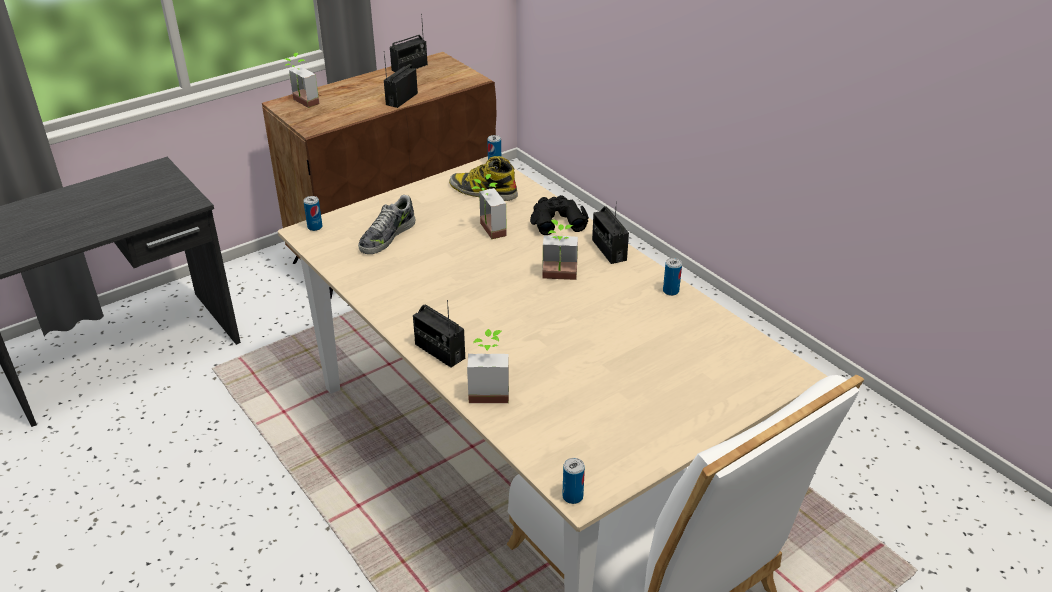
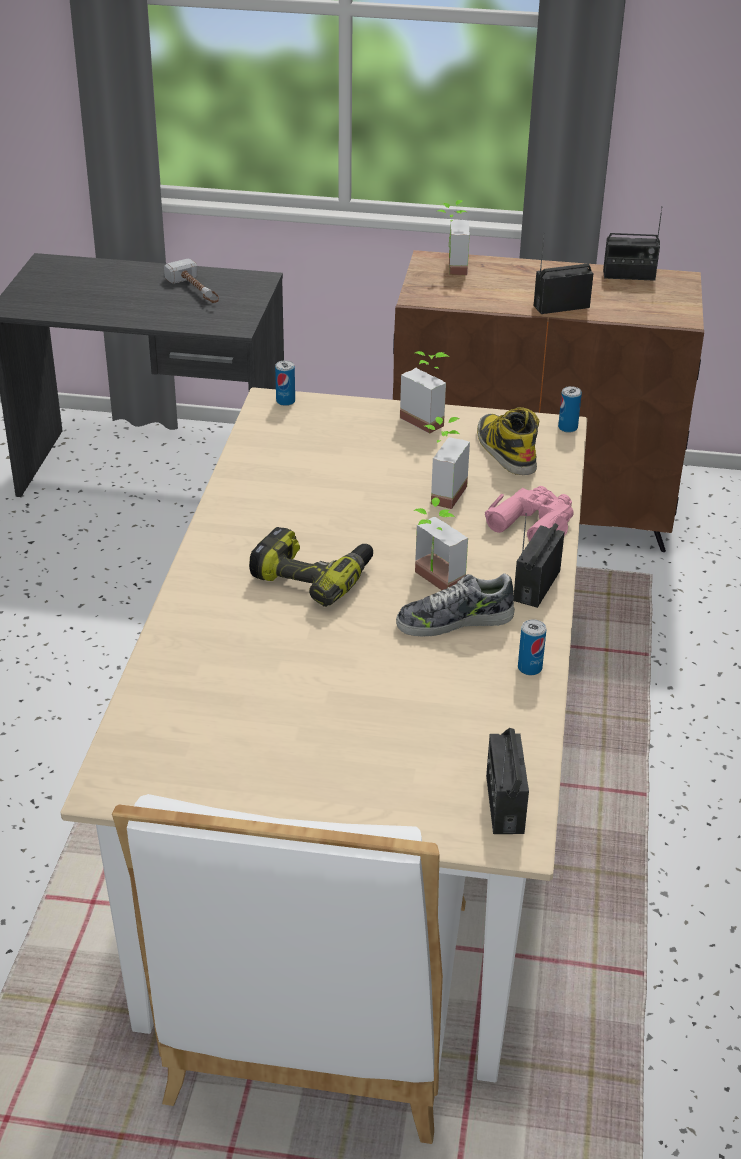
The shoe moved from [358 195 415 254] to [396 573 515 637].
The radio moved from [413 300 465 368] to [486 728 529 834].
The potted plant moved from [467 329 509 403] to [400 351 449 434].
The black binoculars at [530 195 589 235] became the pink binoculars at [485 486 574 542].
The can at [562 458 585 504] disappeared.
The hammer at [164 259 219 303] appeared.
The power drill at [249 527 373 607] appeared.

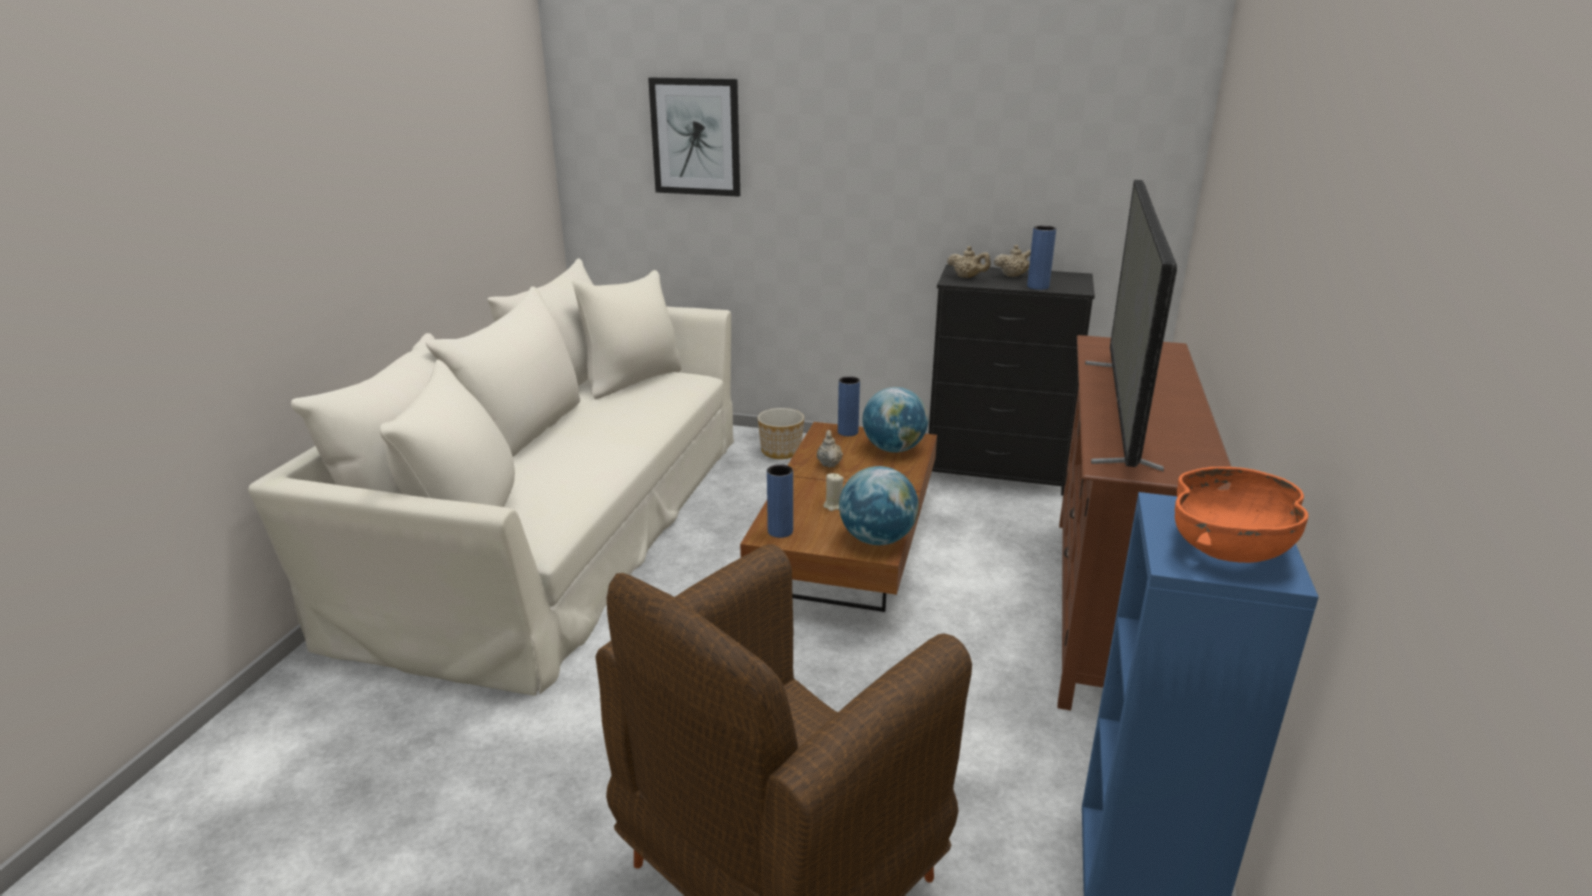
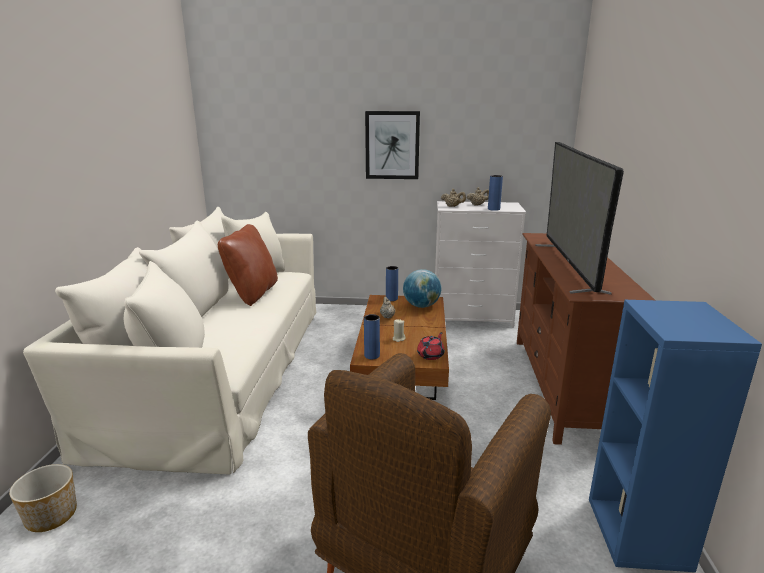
The picture moved from [648 78 740 197] to [365 111 420 179].
The planter moved from [758 408 804 459] to [9 464 77 532].
The globe at [839 466 919 545] was replaced by the red teapot at [417 332 445 360].
The black dresser at [928 264 1095 496] became the white dresser at [435 201 526 328].
The orange bowl at [1175 467 1308 563] disappeared.
The brown pillow at [218 224 278 306] appeared.

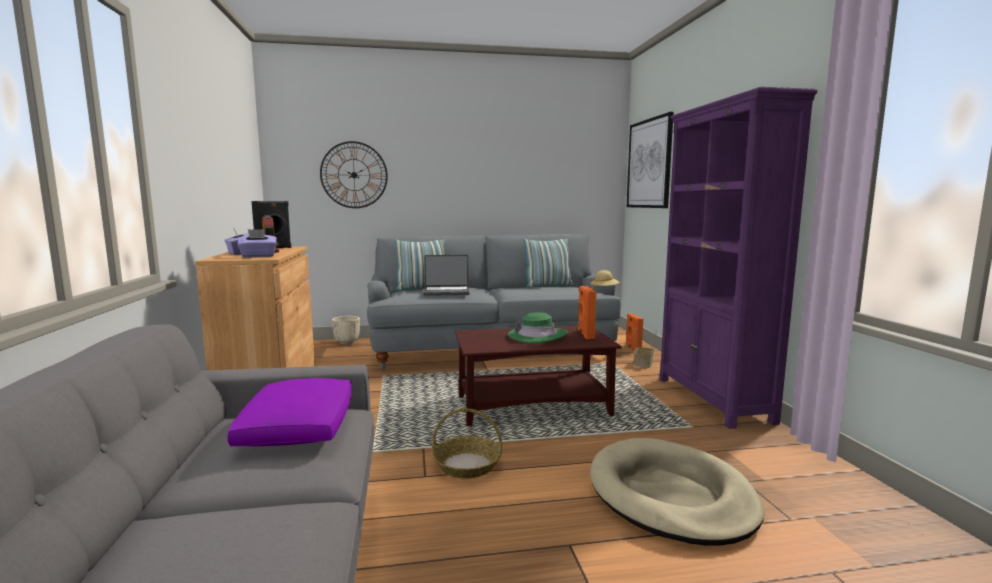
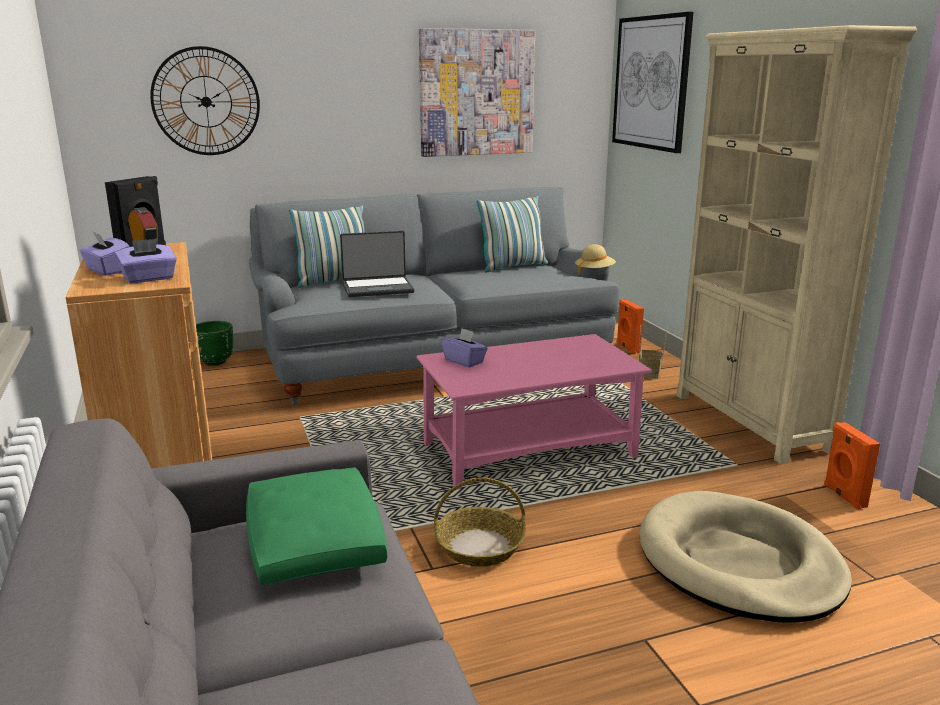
The purple pillow at [227 378 352 446] became the green pillow at [246 467 387 585].
The beige planter at [332 316 360 344] became the green planter at [196 321 233 366].
The brown coffee table at [455 326 622 426] became the pink coffee table at [417 334 652 490].
The green hat at [508 312 568 343] disappeared.
The orange speaker moved from [578 286 596 339] to [824 422 880 510].
The purple bookcase at [659 87 817 429] became the beige bookcase at [677 25 917 464].
The picture at [419 28 535 157] appeared.
The purple tissue box at [441 328 488 368] appeared.

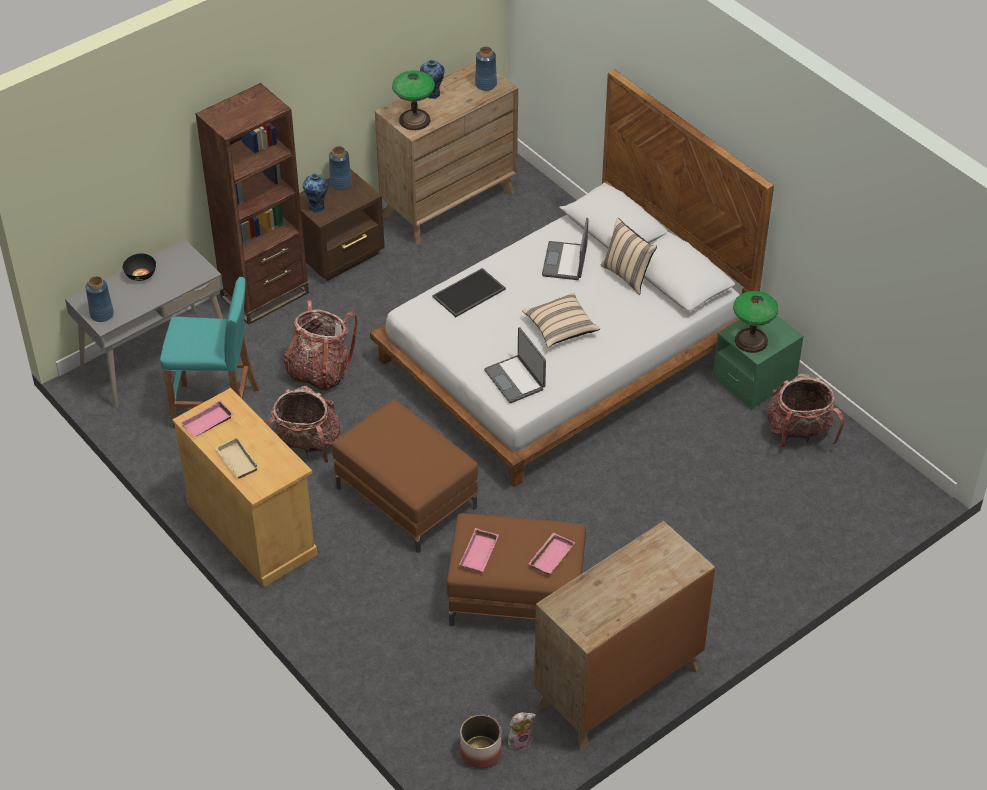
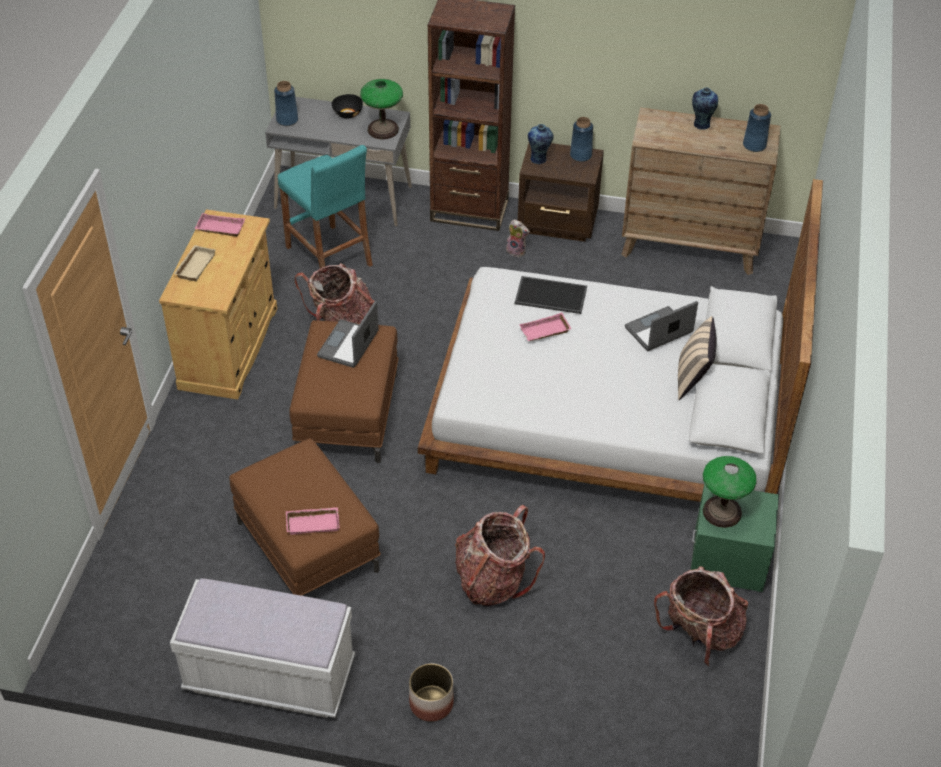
The backpack moved from [284 300 358 391] to [455 505 545 606].
The table lamp moved from [392 70 435 130] to [360 79 403 139].
The pink tray moved from [459 528 499 572] to [519 312 571 341].
The planter moved from [460 715 502 769] to [409 663 454 722].
The laptop moved from [484 327 546 403] to [317 301 379 368].
The plush toy moved from [508 712 536 750] to [506 219 530 257].
The beige pillow at [522 293 600 348] disappeared.
The brown dresser at [534 521 715 750] was replaced by the white bench at [170 578 355 718].

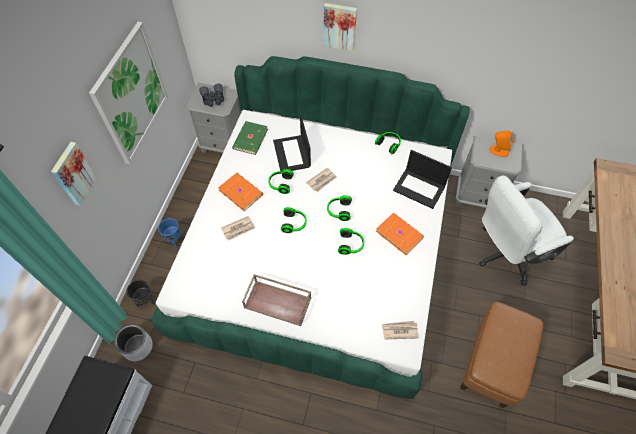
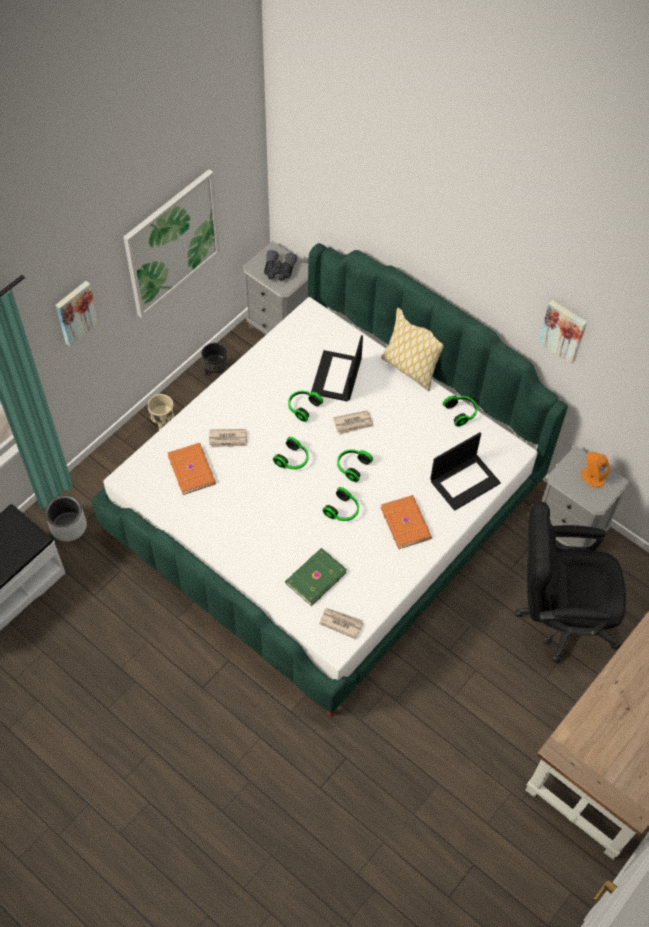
The black planter moved from [127 280 154 307] to [202 343 227 376].
The blue planter at [158 218 182 248] became the beige planter at [147 394 174 430].
The orange book moved from [218 173 263 211] to [168 443 216 495].
The green book moved from [232 121 268 155] to [285 548 347 606].
The brown tray at [242 274 312 326] disappeared.
The picture moved from [323 3 357 51] to [538 300 587 364].
The laptop at [393 150 452 209] turned 90 degrees counterclockwise.
The brown ottoman at [460 302 543 408] disappeared.
The white office chair at [479 175 574 286] became the black office chair at [515 502 626 663].
The pillow at [381 307 444 391] appeared.

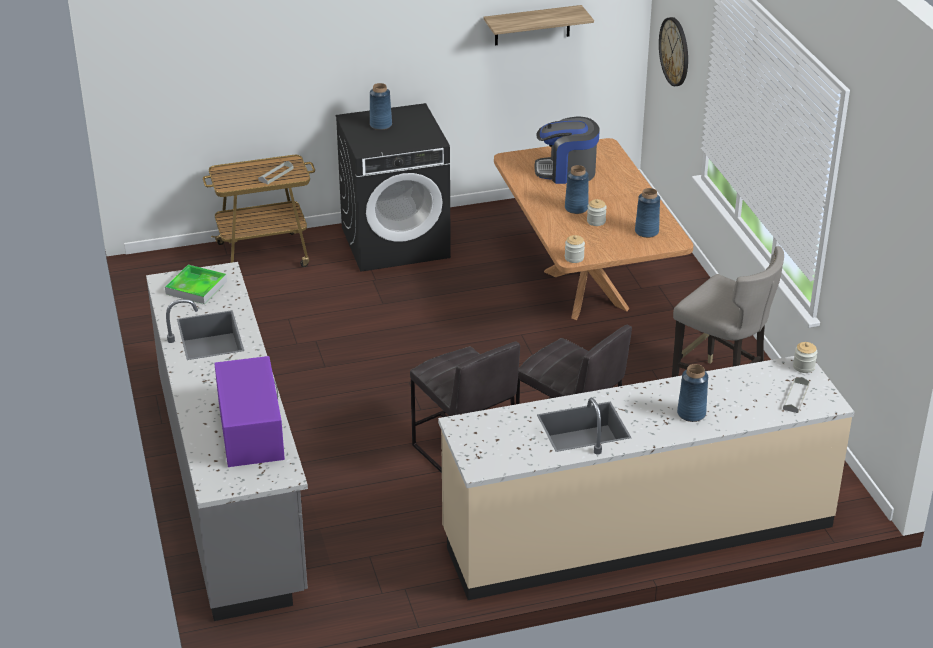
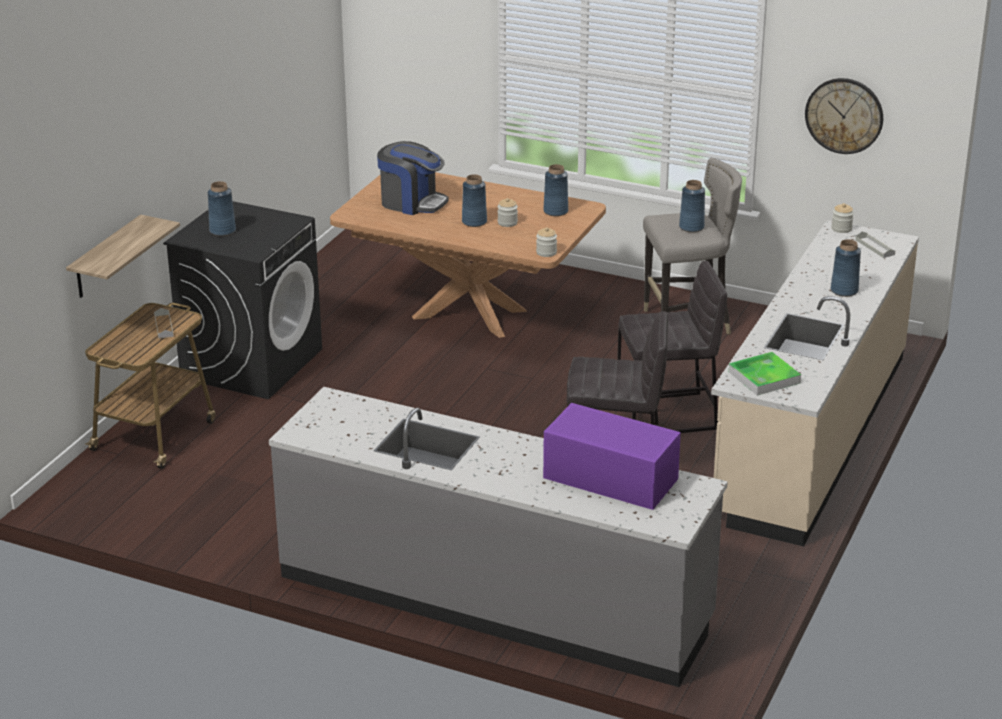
The tray moved from [165 265 227 304] to [729 352 801 396].
The shelf moved from [484 5 594 46] to [66 215 180 298].
The coffee machine at [535 117 600 184] turned 105 degrees counterclockwise.
The wall clock moved from [659 17 688 86] to [805 78 883 154].
The blue vase at [679 180 705 232] appeared.

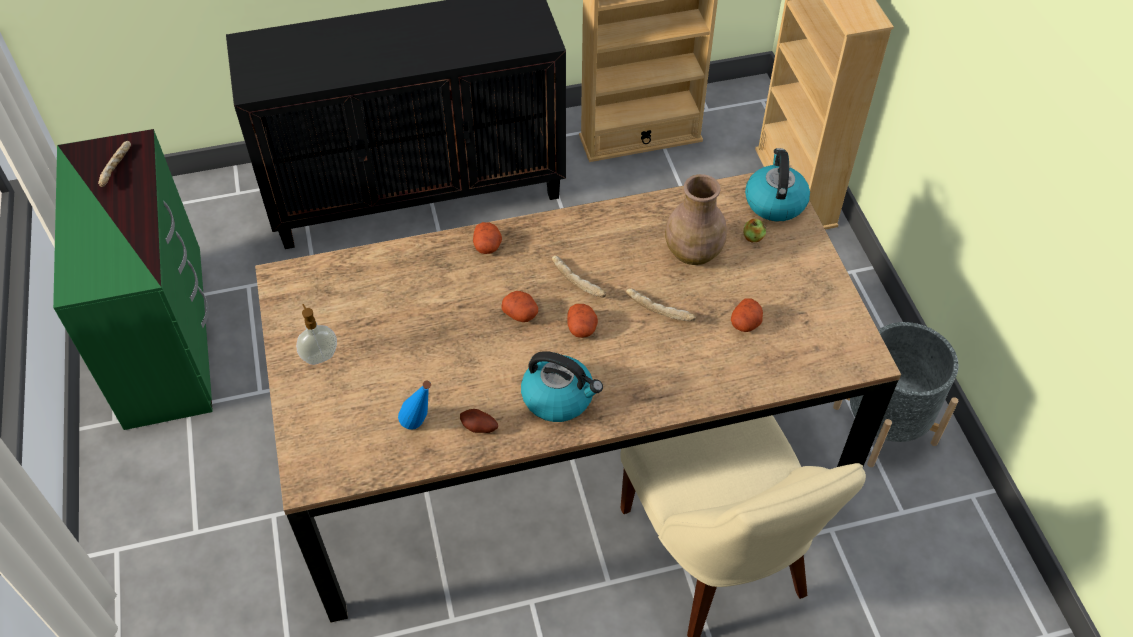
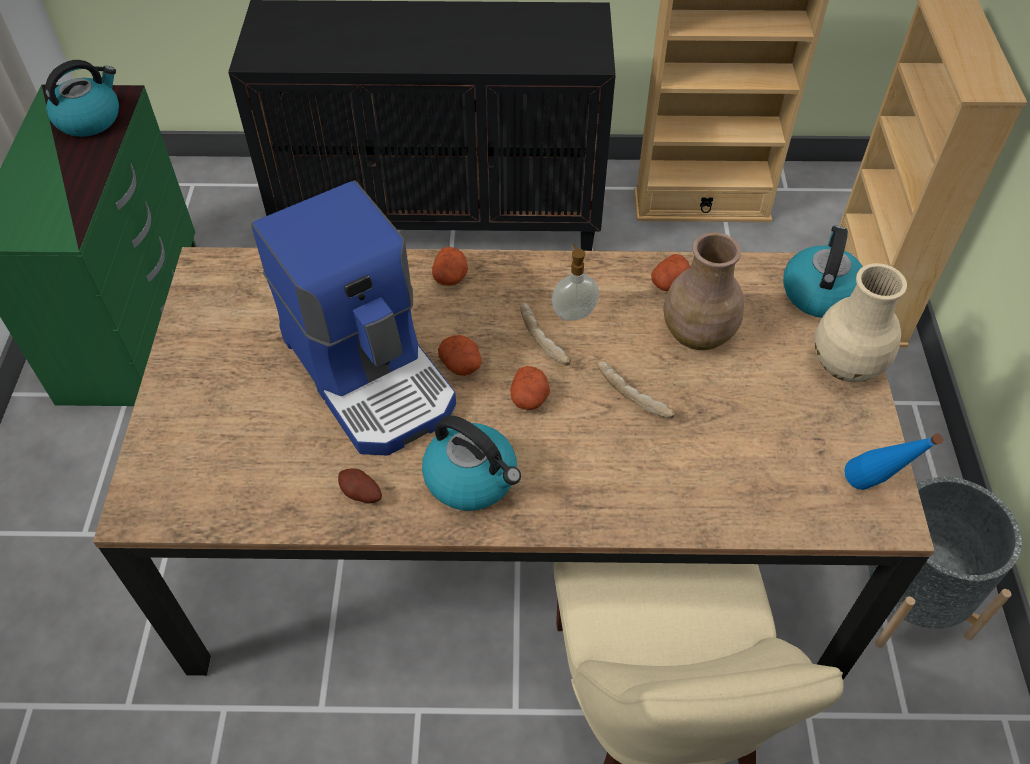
The bread at [98 141 131 187] was replaced by the kettle at [45 60 119 137].
The soap dispenser moved from [296 304 337 365] to [552 244 599 321].
The blue bottle moved from [398 381 431 430] to [844 433 943 490].
The potato moved from [731 298 763 332] to [651 254 690 292].
The apple at [743 219 766 242] disappeared.
The coffee machine at [251 180 456 456] appeared.
The beige vase at [815 263 907 382] appeared.

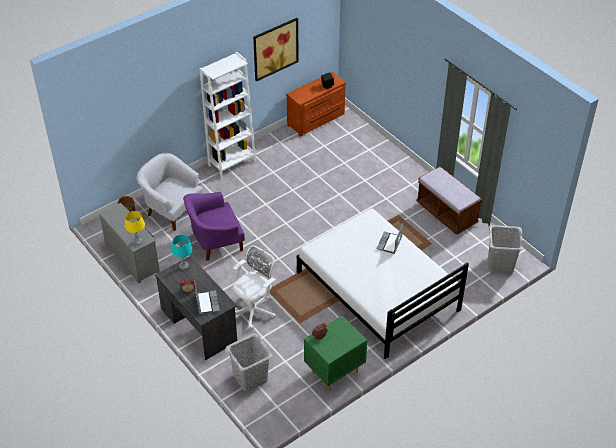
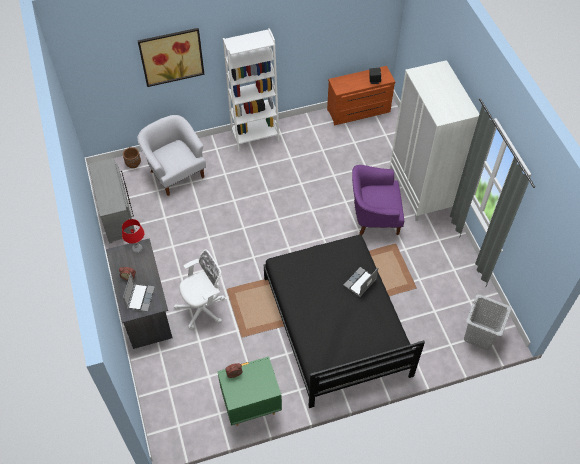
The yellow table lamp at [125 211 145 245] disappeared.
The turquoise table lamp at [171 235 192 270] became the red table lamp at [122 219 144 253].
The purple armchair moved from [183 192 245 261] to [352 165 404 235].
The grey laundry basket at [226 333 272 392] disappeared.
The picture moved from [253 18 299 81] to [138 28 205 87].
The white bed at [297 208 469 359] became the black bed at [264 235 425 408].
The brown bench at [416 166 482 235] disappeared.
The white wardrobe at [390 60 479 221] appeared.

